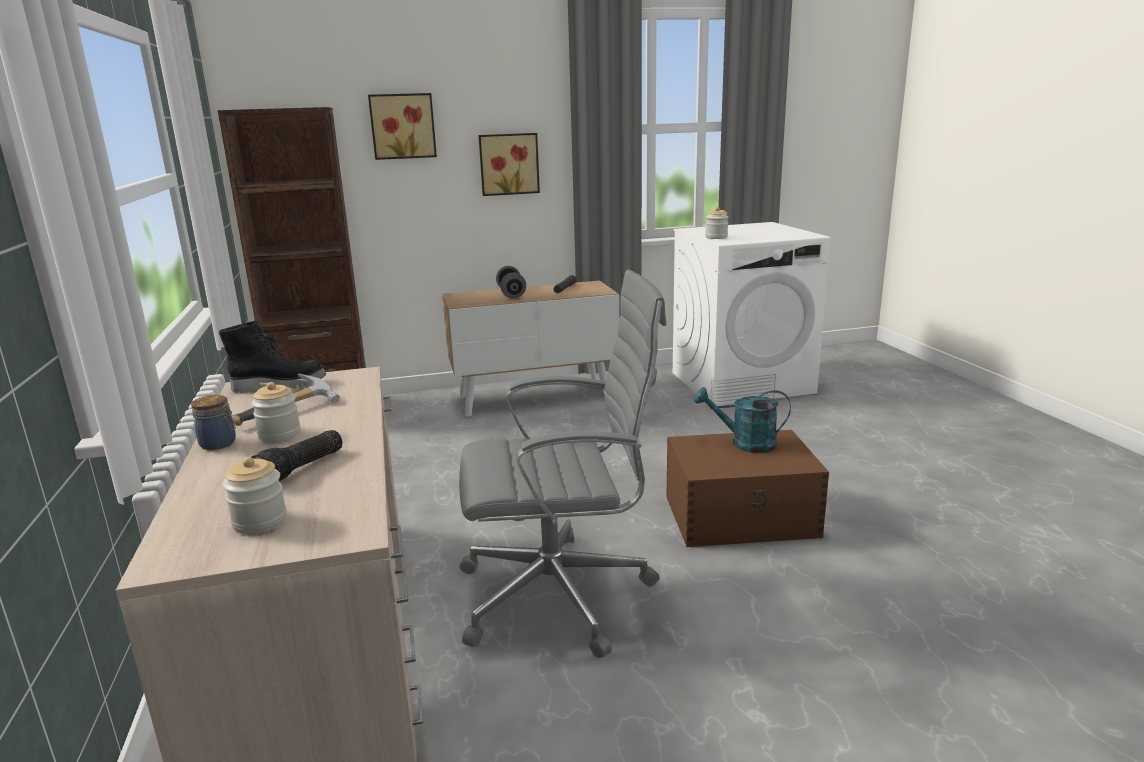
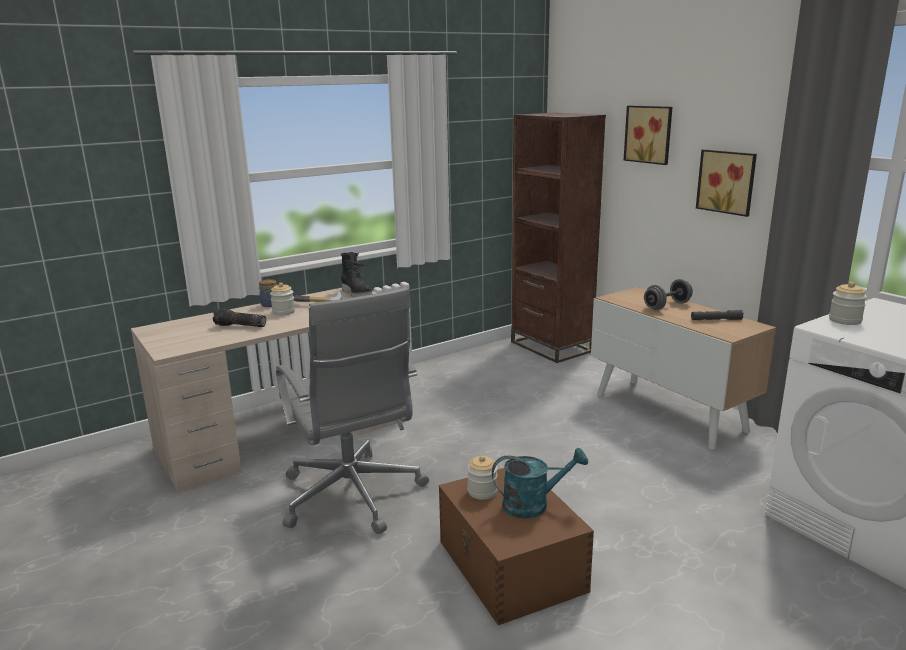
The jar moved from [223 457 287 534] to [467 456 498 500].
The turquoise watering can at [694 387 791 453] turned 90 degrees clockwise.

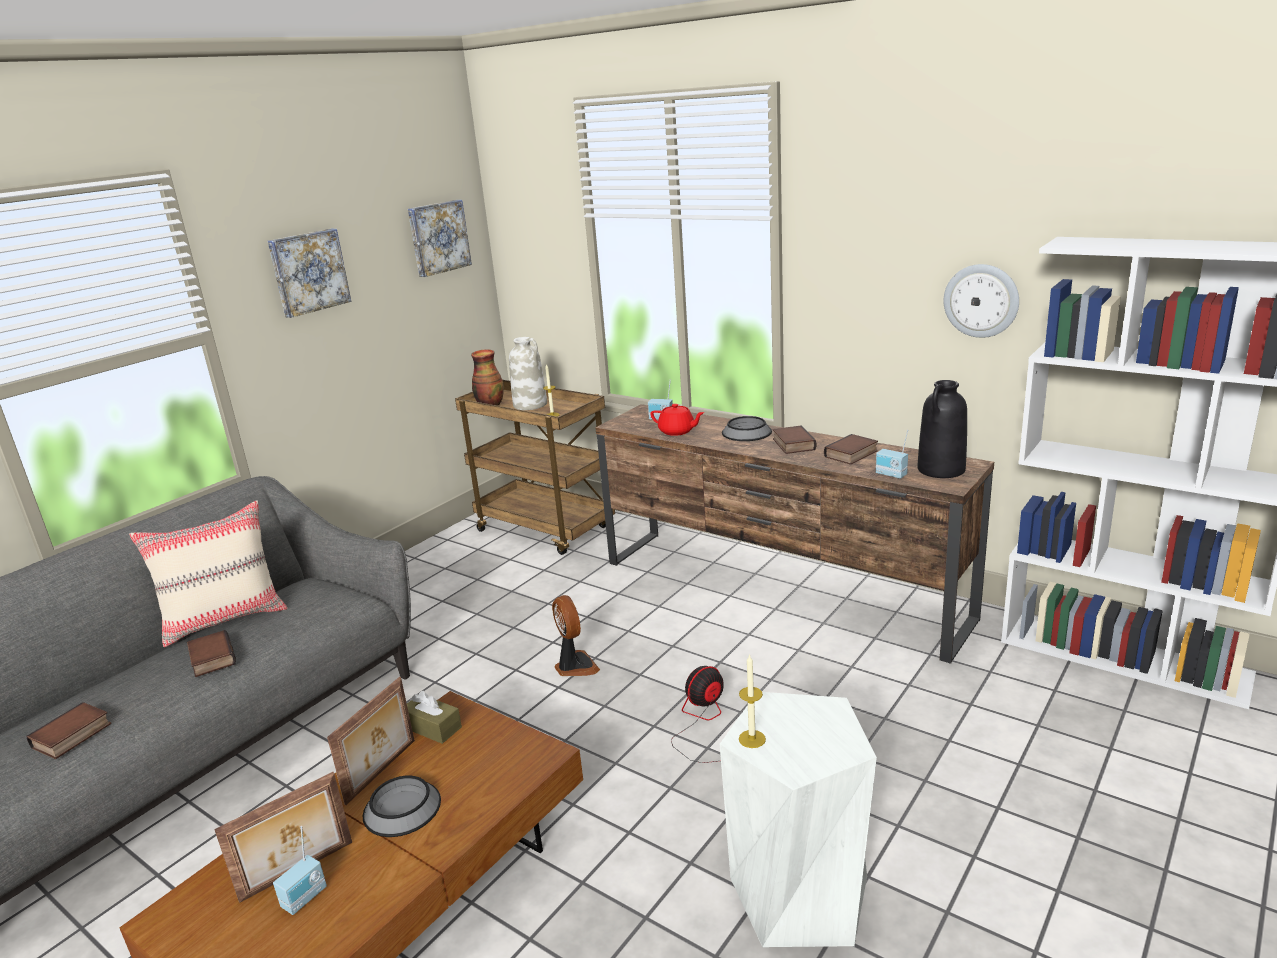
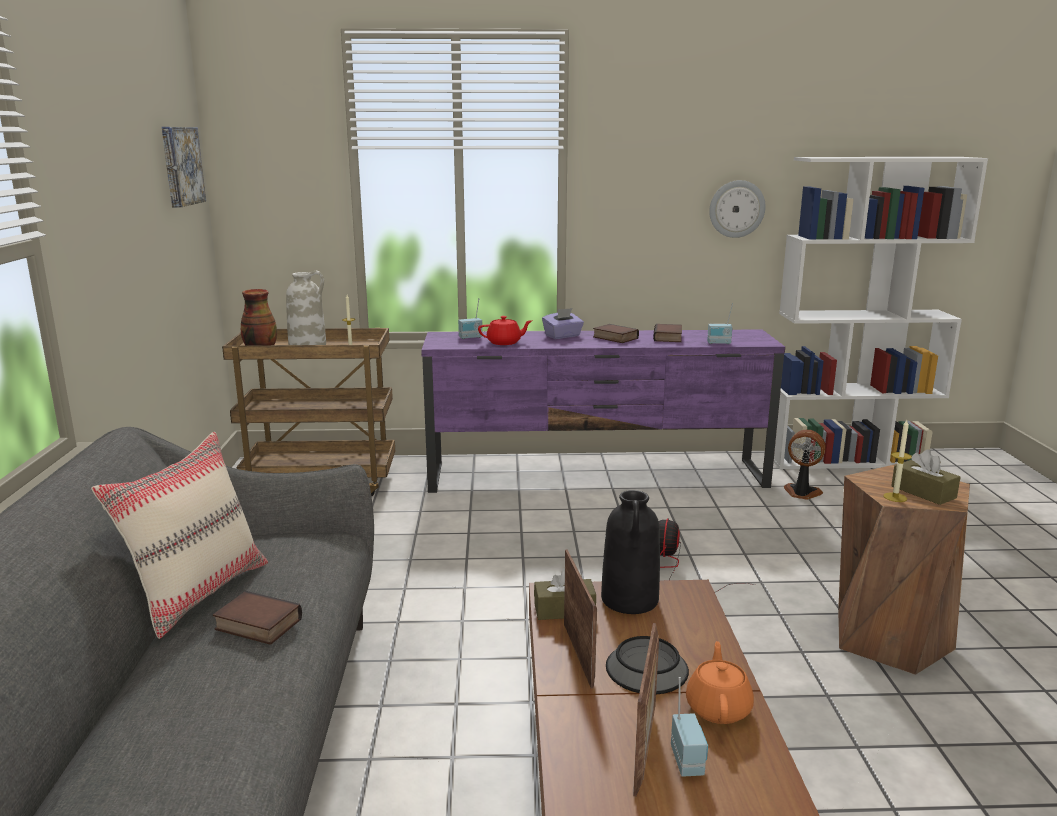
The book at [26 702 112 759] disappeared.
The picture at [268 229 351 318] disappeared.
The fan moved from [552 595 600 676] to [784 430 826 500].
The brown tv stand at [596 404 994 664] became the purple tv stand at [421 329 785 493].
The white stool at [720 692 877 947] became the brown stool at [838 464 970 675].
The bowl at [722 416 772 441] was replaced by the purple tissue box at [542 308 584 339].
The black vase moved from [918 380 967 478] to [601 490 660 614].
The orange teapot at [686 641 754 724] appeared.
The brown tissue box at [891 450 961 505] appeared.

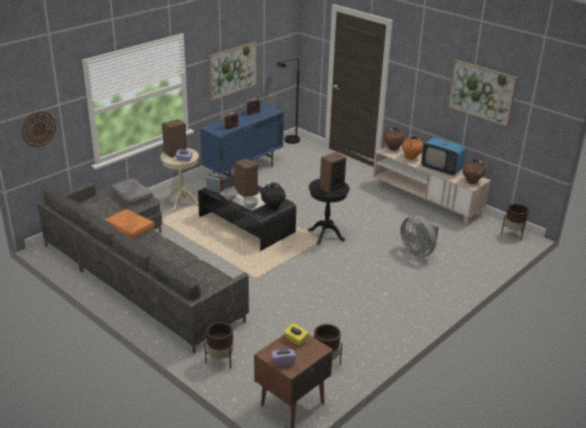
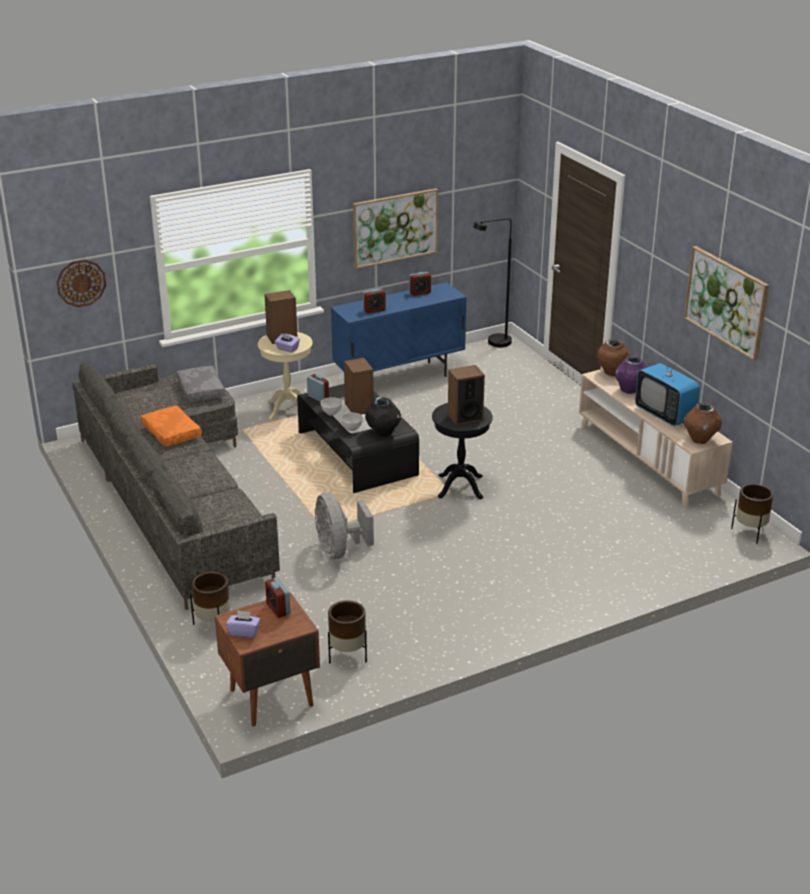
The yellow tissue box at [284 323 309 346] was replaced by the alarm clock at [265 577 291 618].
The grey fan moved from [400 215 439 257] to [315 493 374 559].
The orange vase at [402 135 423 160] became the purple vase at [615 356 647 394].

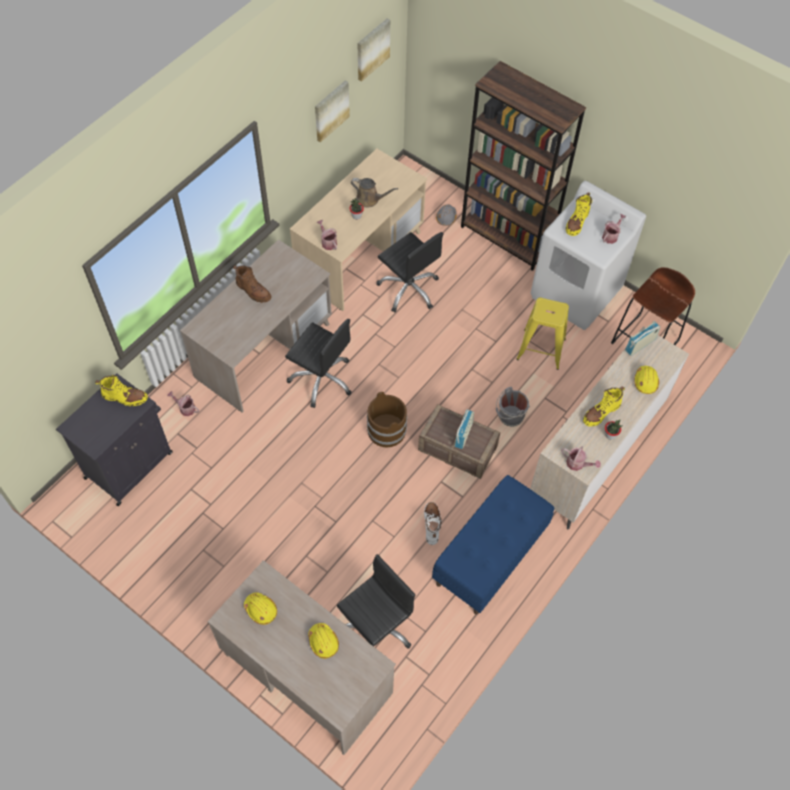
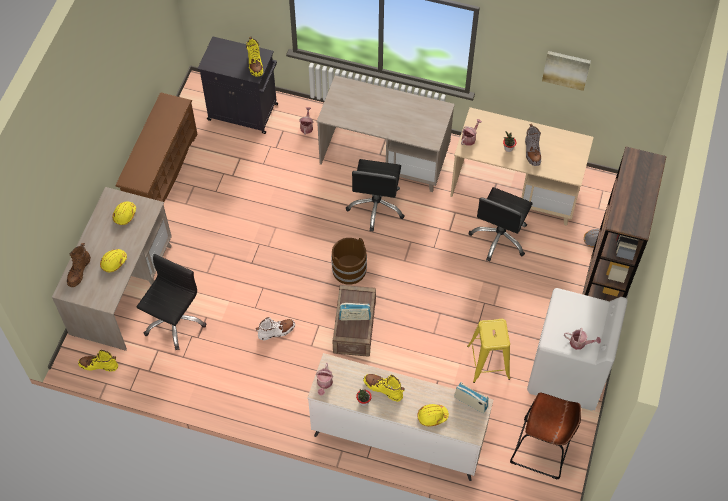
The brown boot moved from [233 265 272 303] to [67 243 91 287].
The black office chair at [337 554 415 649] turned 90 degrees counterclockwise.
The brown watering can at [351 178 398 208] was replaced by the grey boot at [525 124 541 166].
The picture at [358 18 390 82] disappeared.
The blue bench at [432 475 554 615] disappeared.
The grey bucket at [496 387 530 427] disappeared.
The yellow boot moved from [566 192 592 236] to [78 349 118 372].
The brown shoe rack at [115 92 198 202] appeared.

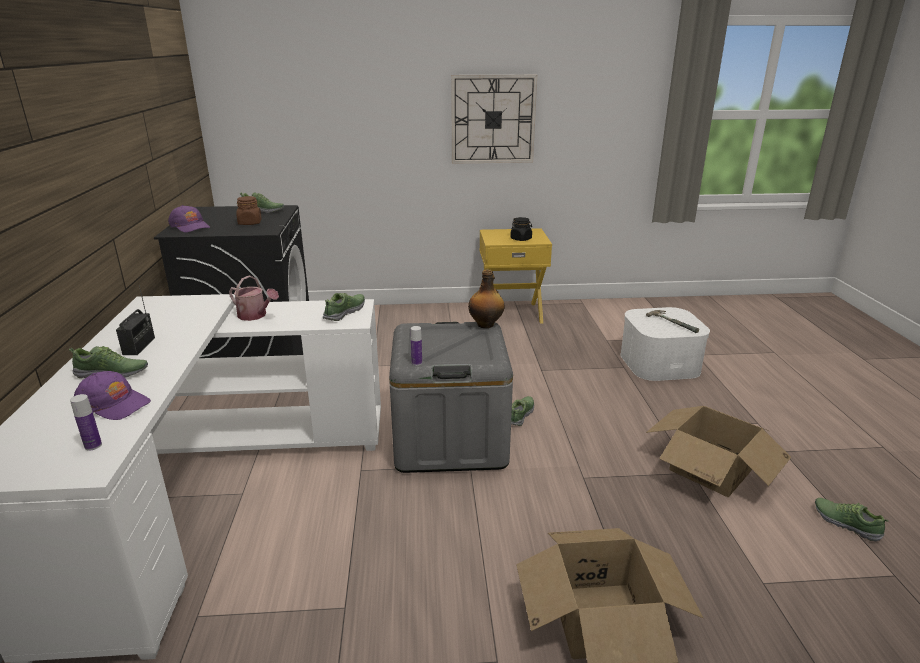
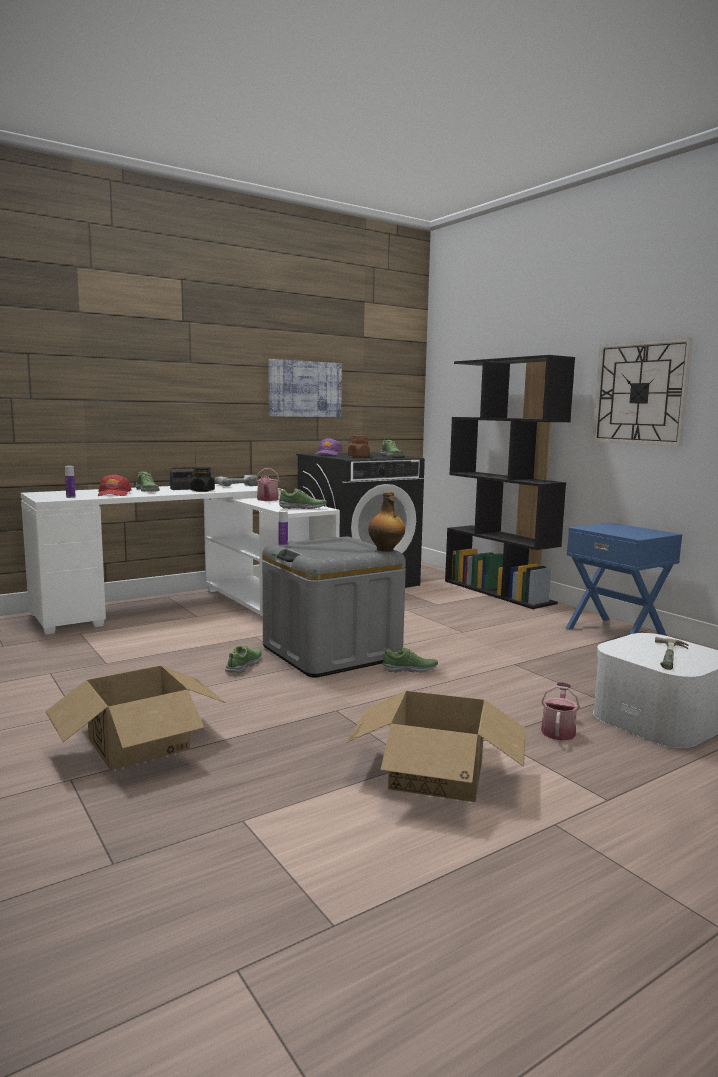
The purple cap at [74 371 151 420] became the red cap at [98 474 132 496].
The yellow nightstand at [479 228 552 324] became the blue nightstand at [565 523 682 636].
The black jar moved from [511 217 532 241] to [190 467 215 492].
The shoe moved from [815 498 889 542] to [225 646 262 673].
The power drill at [215 475 258 486] appeared.
The picture at [269 359 342 417] appeared.
The black bookcase at [445 355 575 609] appeared.
The watering can at [541 682 580 741] appeared.

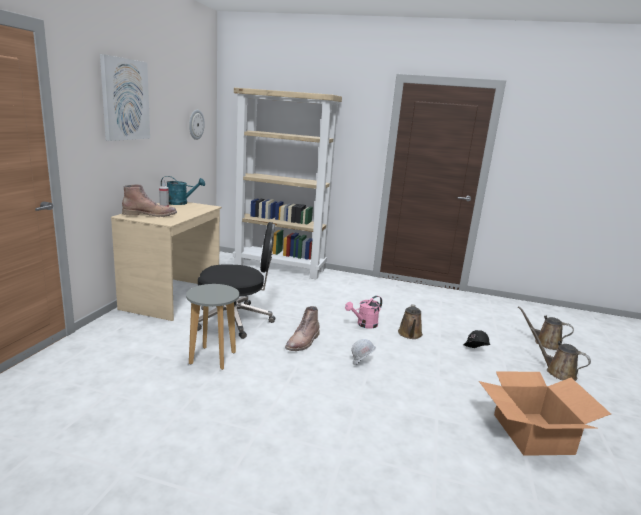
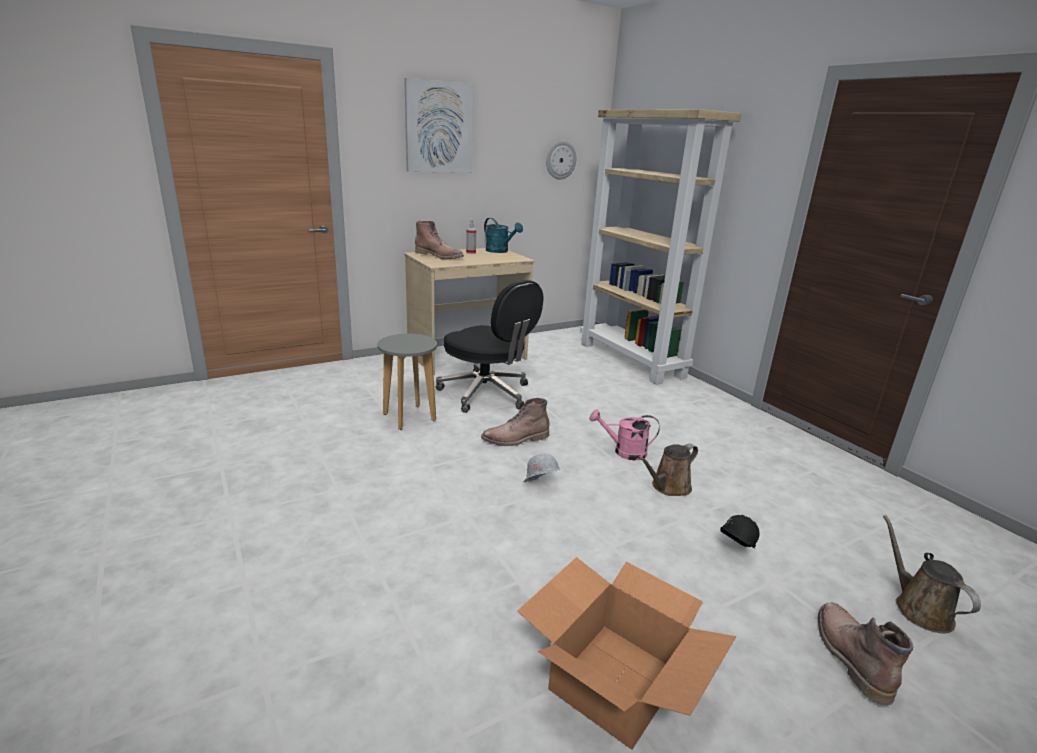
The brown watering can at [530 327 591 381] was replaced by the brown boot at [818 602 913 706].

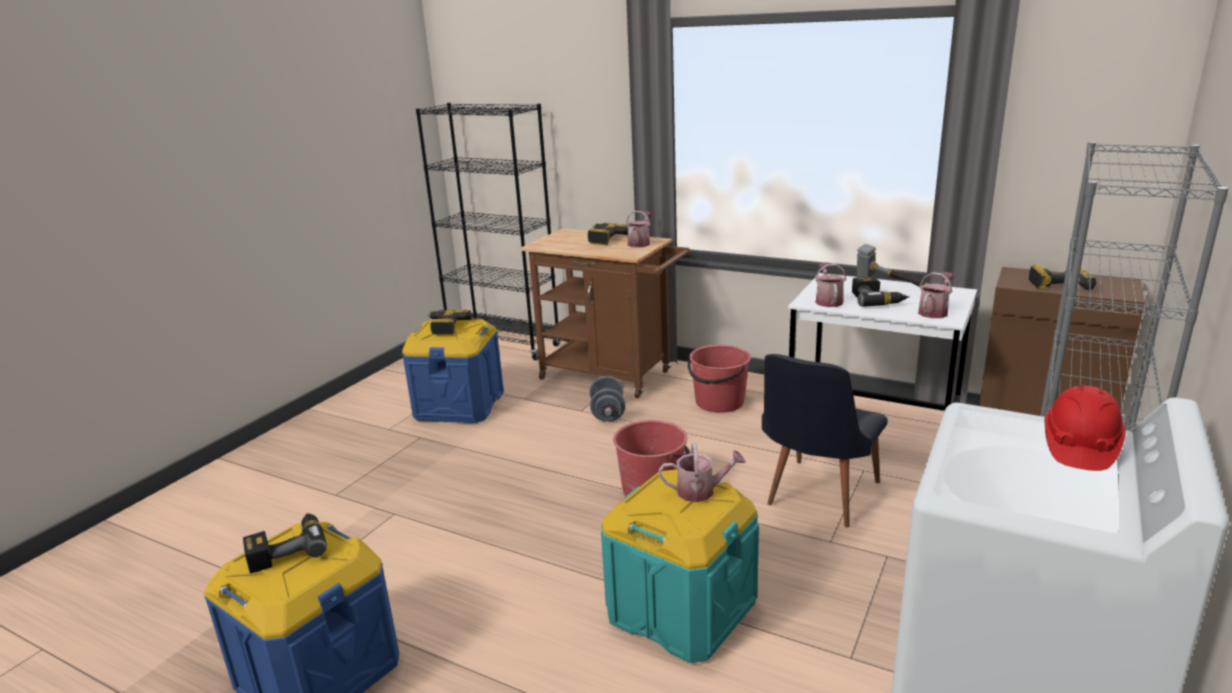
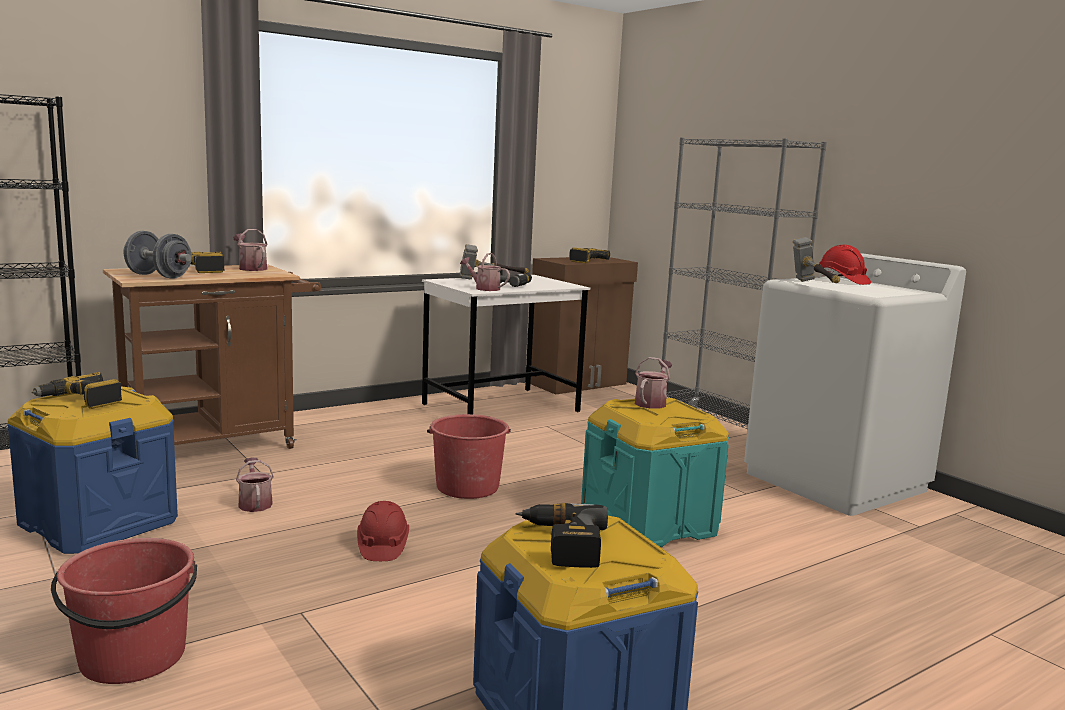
The grey dumbbell moved from [590 376 625 422] to [123 231 192 279].
The red bucket moved from [688 345 751 413] to [51 538 197 684].
The black chair at [762 354 888 528] disappeared.
The watering can moved from [918 272 955 318] to [236 457 274 512].
The red hard hat at [357 501 409 561] appeared.
The hammer at [793 237 840 283] appeared.

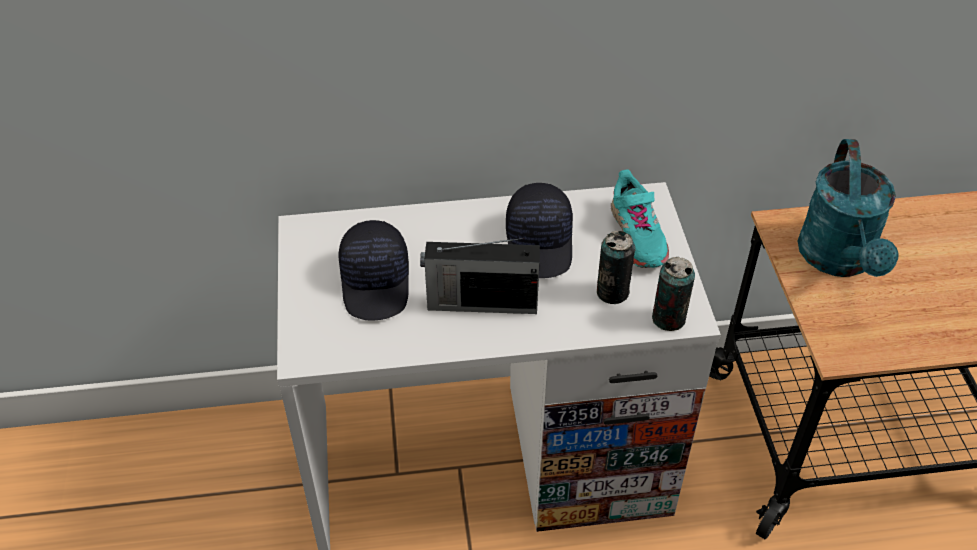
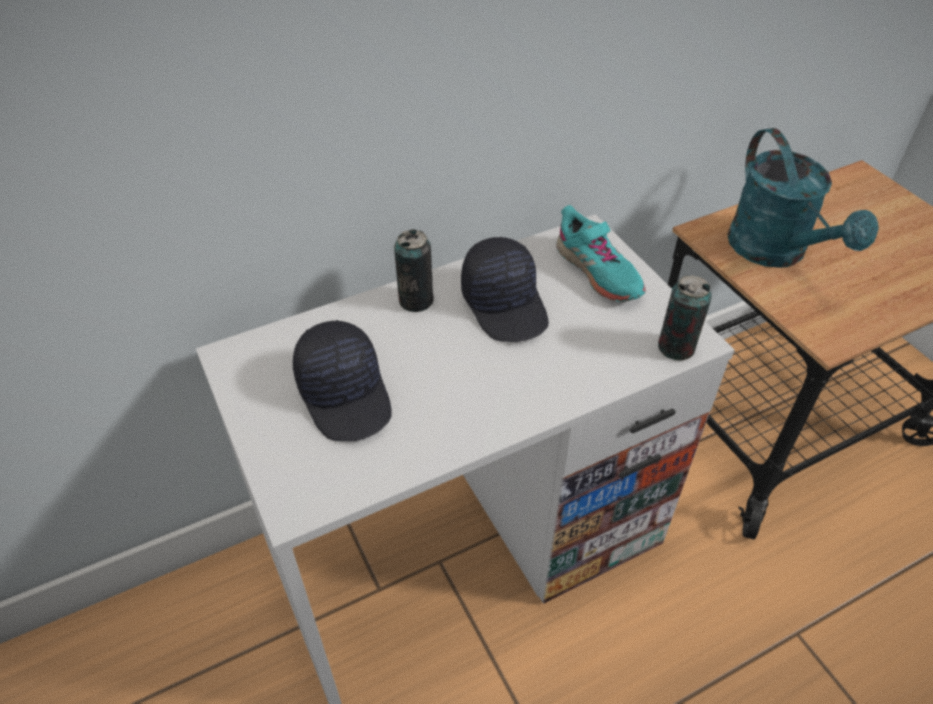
The radio at [420 238 540 314] disappeared.
The can moved from [597 231 635 304] to [394 229 434 312].

